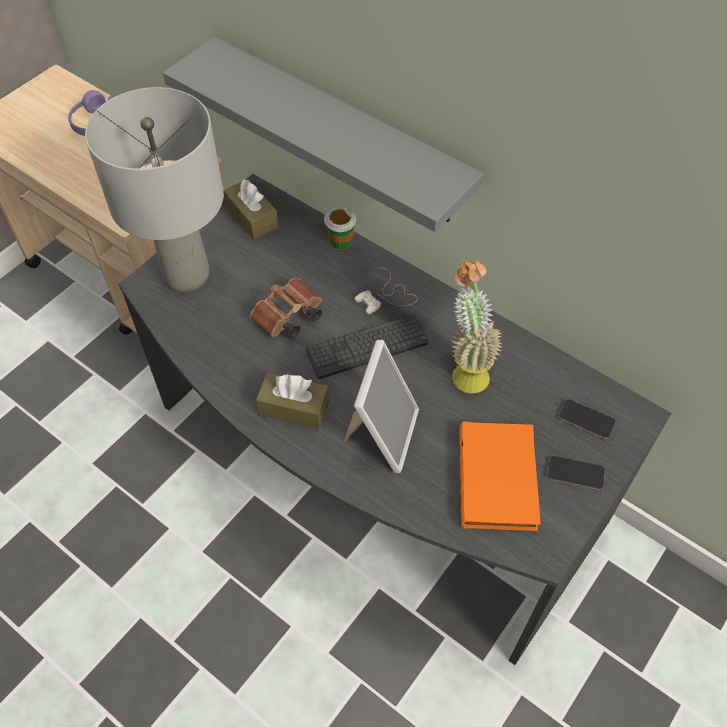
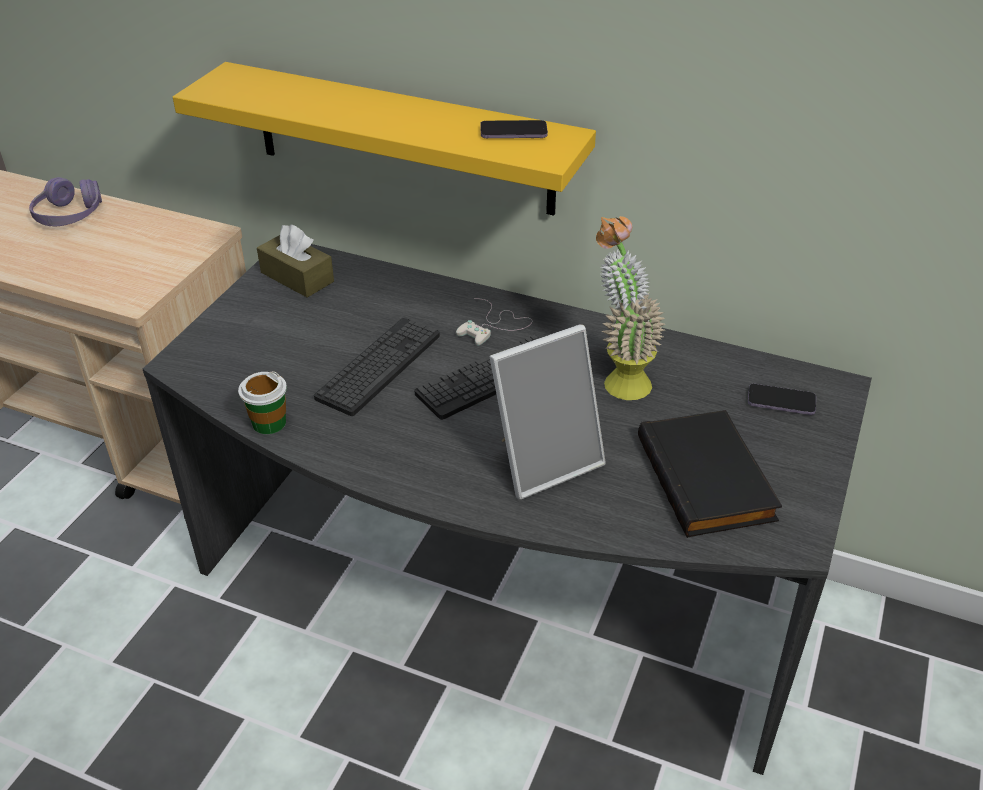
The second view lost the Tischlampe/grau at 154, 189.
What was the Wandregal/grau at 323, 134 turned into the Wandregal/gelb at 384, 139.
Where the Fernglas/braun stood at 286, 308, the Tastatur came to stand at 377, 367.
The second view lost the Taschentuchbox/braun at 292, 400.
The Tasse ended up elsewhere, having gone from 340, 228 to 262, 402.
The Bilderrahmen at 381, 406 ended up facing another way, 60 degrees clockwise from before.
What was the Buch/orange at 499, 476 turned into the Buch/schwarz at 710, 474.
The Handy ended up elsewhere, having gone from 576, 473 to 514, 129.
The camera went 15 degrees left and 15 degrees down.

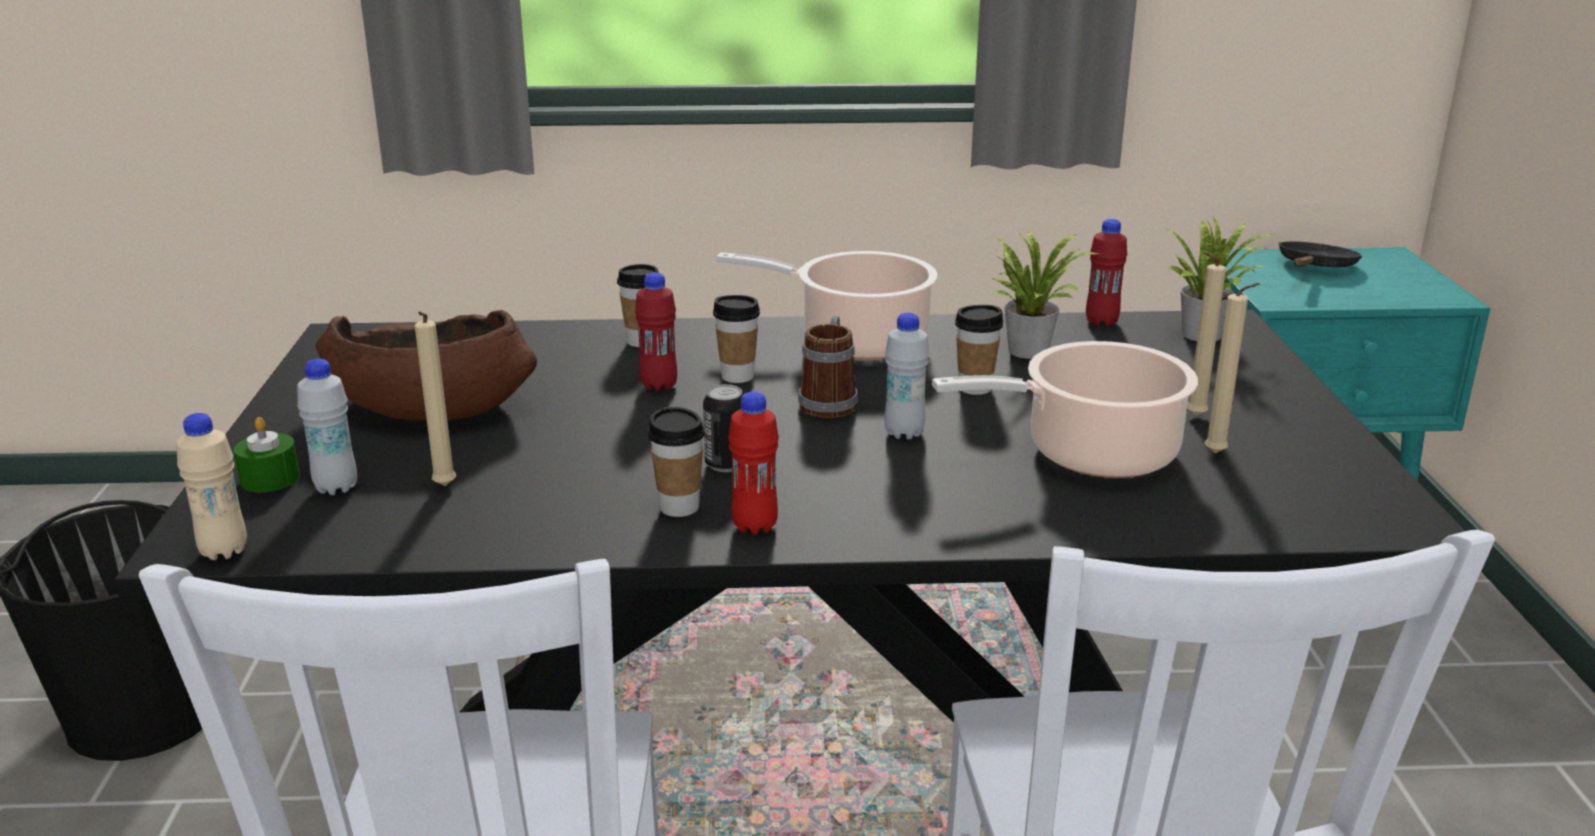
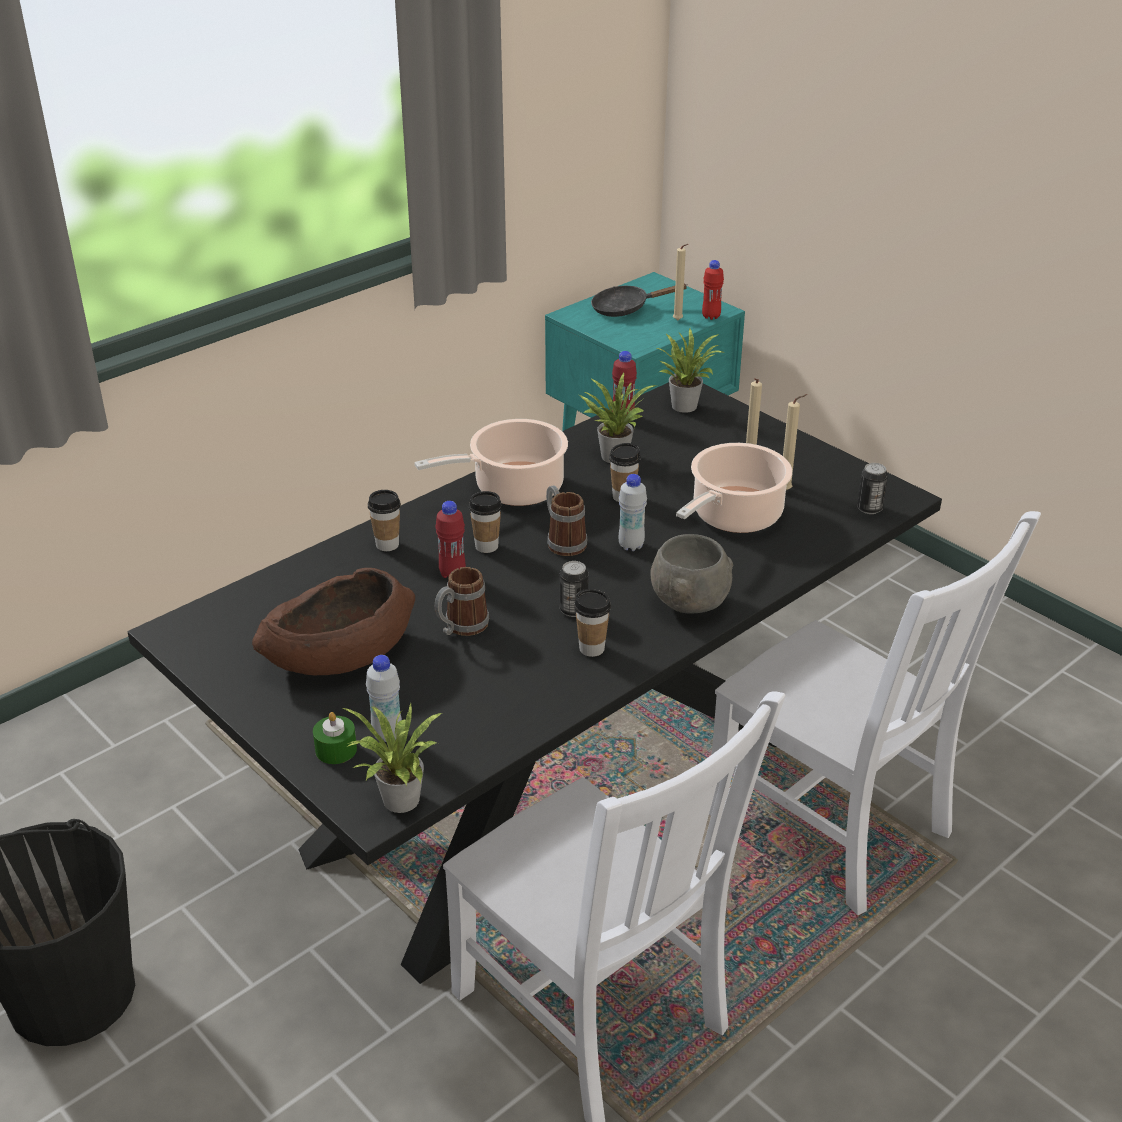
Where the Flasche/beige stood at 211, 486, the Topfpflanze came to stand at 391, 758.
The Kerze/beige ended up elsewhere, having gone from 435, 398 to 680, 282.
The Flasche/rot ended up elsewhere, having gone from 753, 463 to 713, 290.
The Pfanne/schwarz at 1320, 254 ended up facing another way, 90 degrees counterclockwise from before.
The second view gained the Henkelbecher at 462, 601.
The second view gained the Schüssel/grau at 691, 573.
The second view gained the Dose at 872, 488.
The camera went 40 degrees left and 10 degrees up.

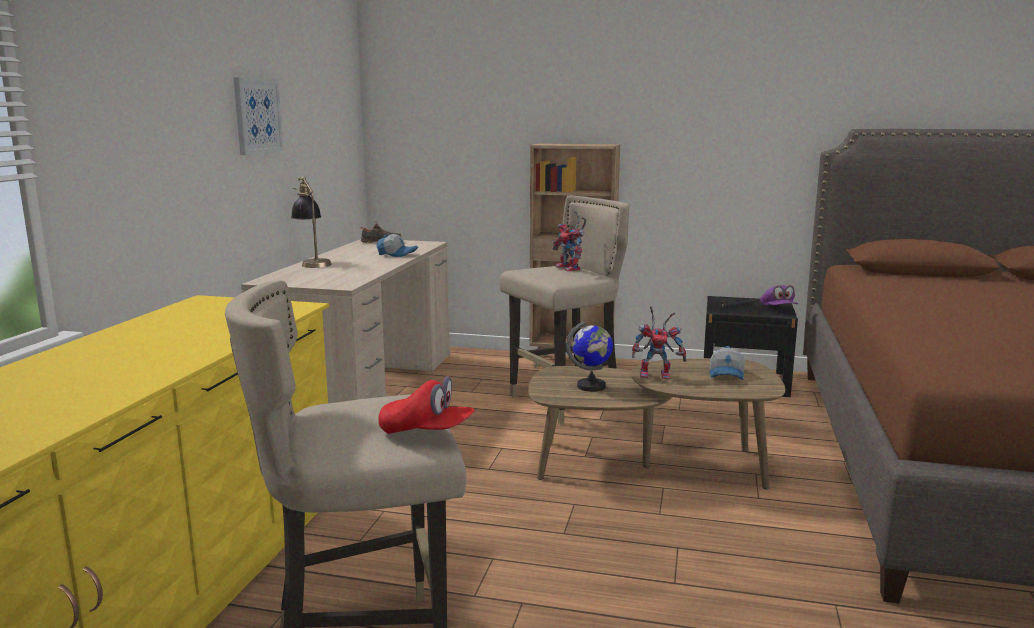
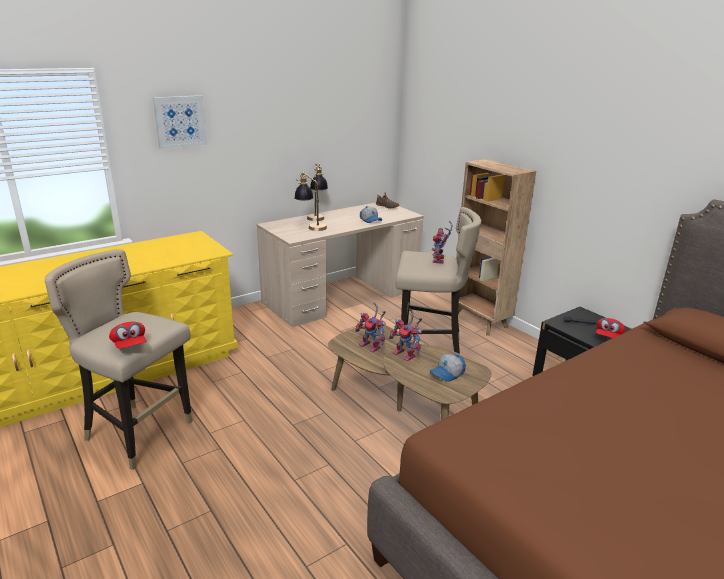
The Bild ended up elsewhere, having gone from 259, 116 to 180, 122.
Where the Globus stood at 589, 356, the Spielzeugroboter came to stand at 370, 327.
What was the Kappe/lila at 779, 295 turned into the Kappe/rot at 610, 328.
The second view gained the Tischlampe at 310, 201.
The camera went 40 degrees right and 10 degrees up.

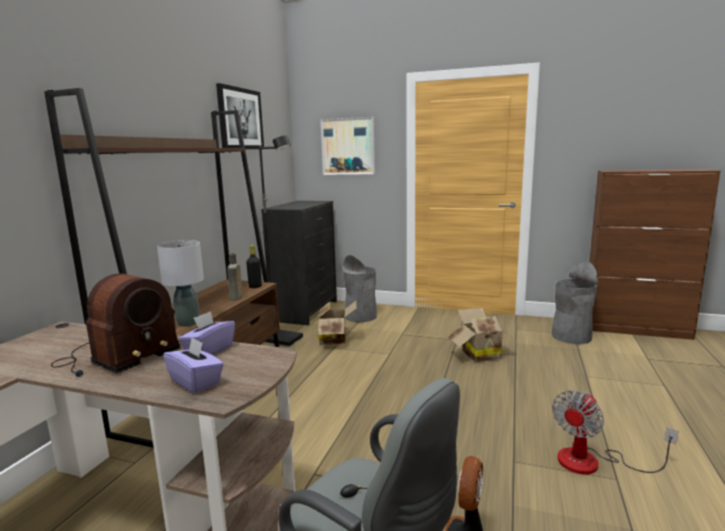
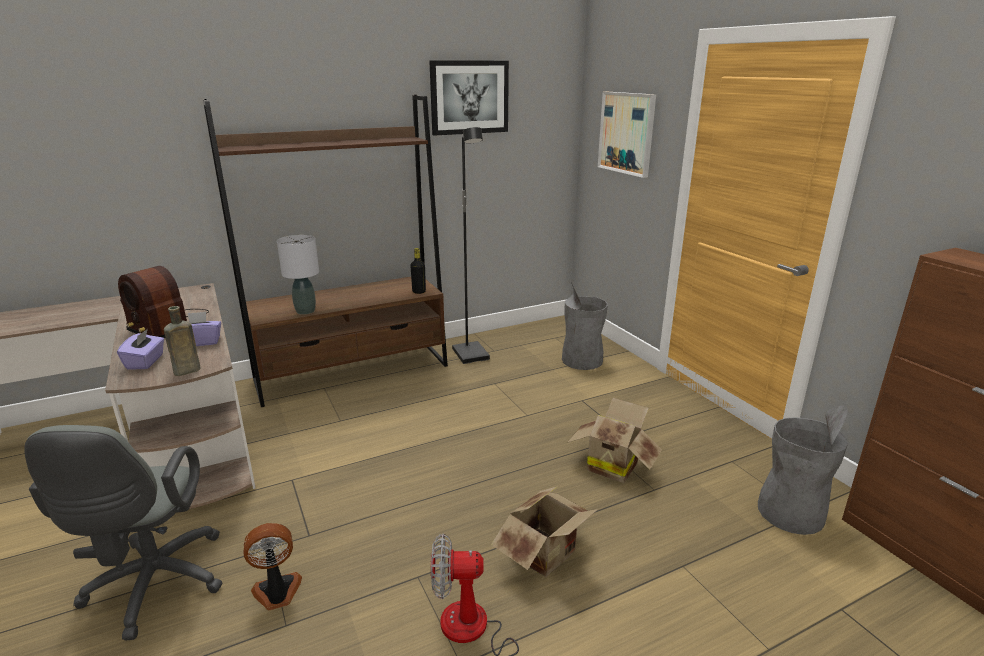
The Radio at 115, 325 ended up facing another way, 45 degrees clockwise from before.
The Flasche/braun ended up elsewhere, having gone from 234, 277 to 182, 341.
The second view lost the Kommode/schwarz at 299, 263.
The Karton ended up elsewhere, having gone from 337, 323 to 544, 531.
The camera went 45 degrees right and 10 degrees up.

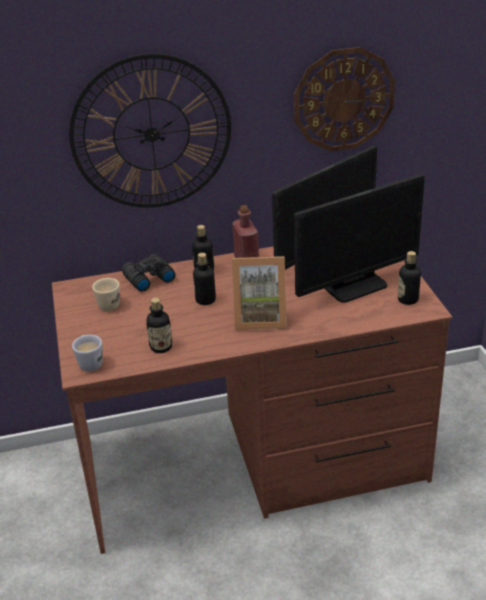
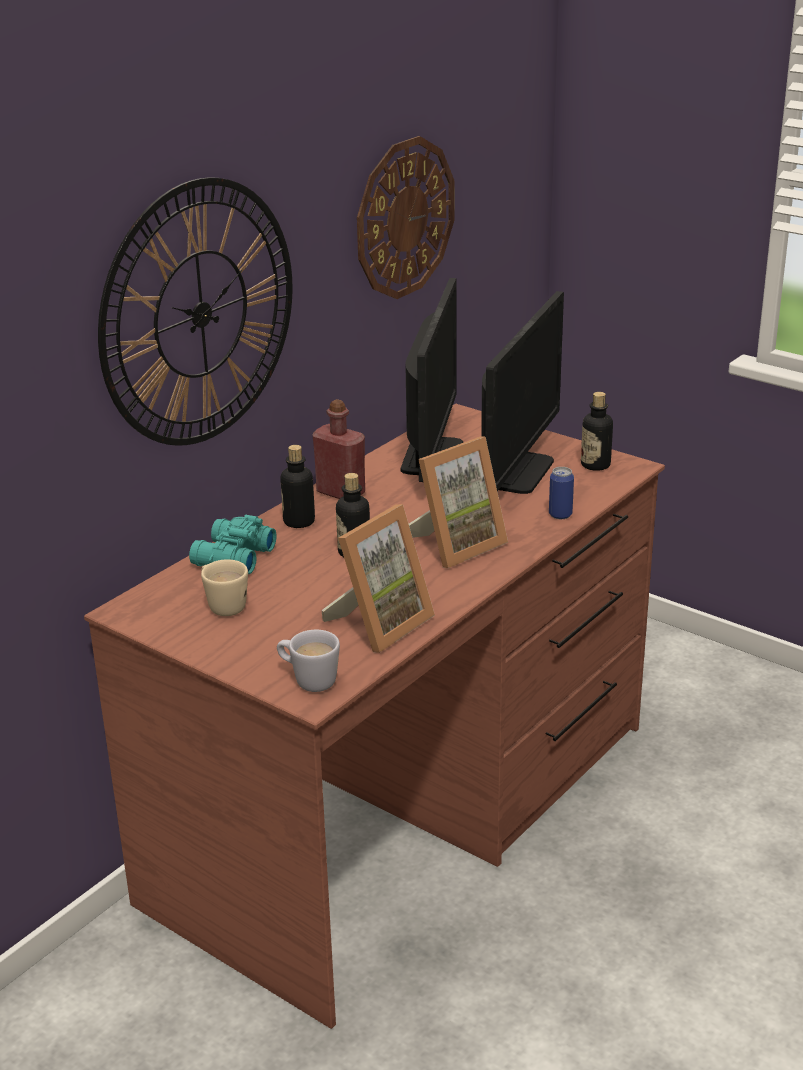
What was the Fernglas/schwarz at 148, 273 turned into the Fernglas/türkis at 232, 544.
Where the Flasche stood at 159, 325, the Bilderrahmen came to stand at 378, 578.
The second view gained the Dose at 561, 493.
The camera went 40 degrees left and 5 degrees down.

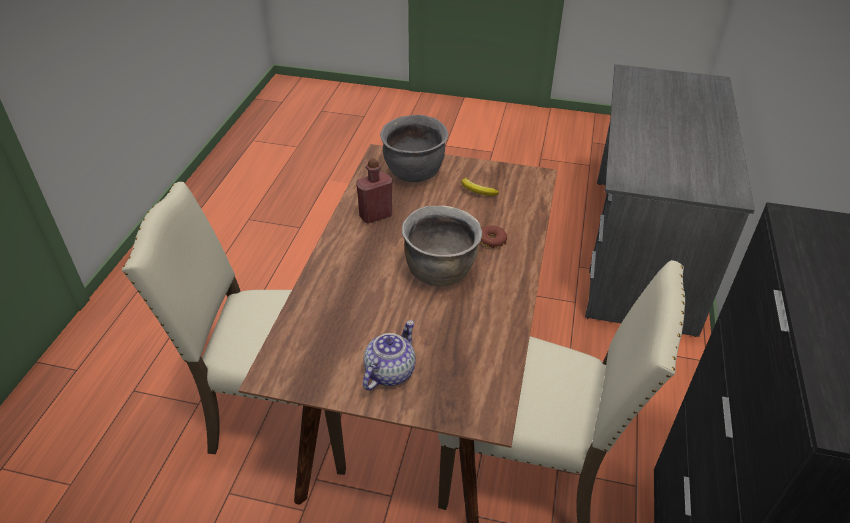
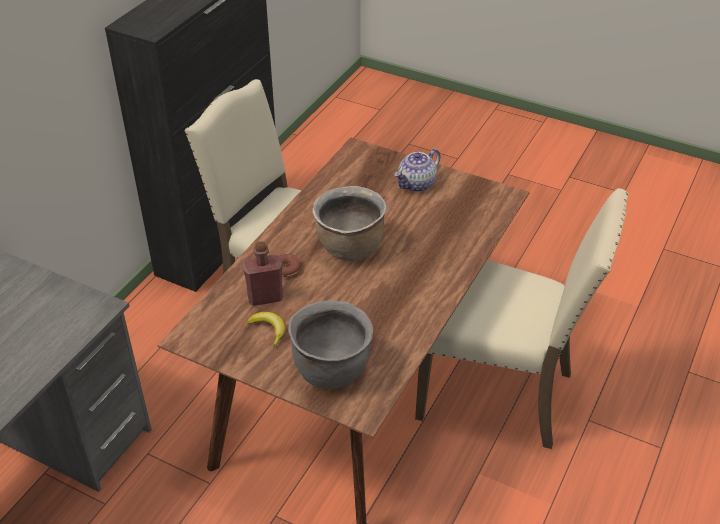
The Flasche/rot ended up elsewhere, having gone from 374, 191 to 262, 273.
The camera went 165 degrees left and 0 degrees up.

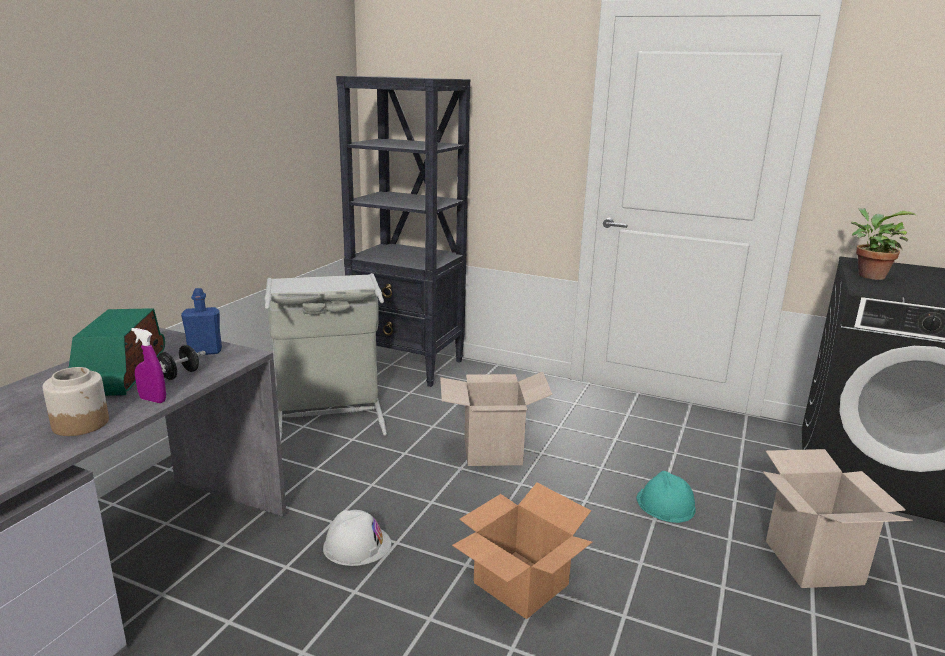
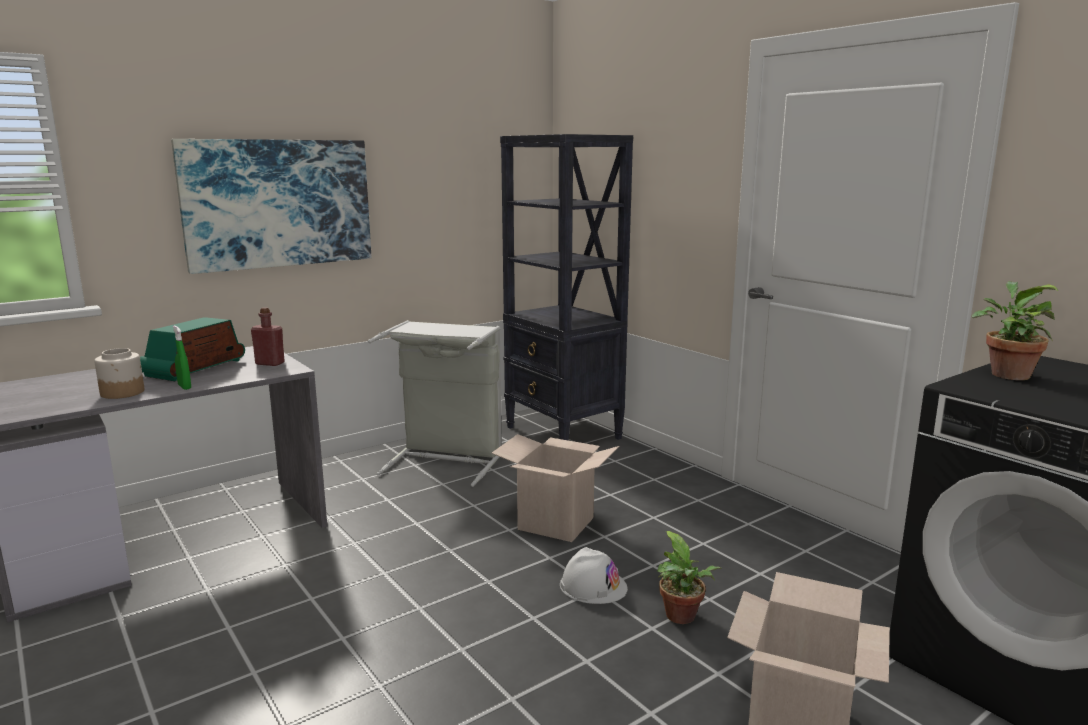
What was the Sprühflasche/lila at 148, 365 turned into the Sprühflasche/grün at 182, 357.
The second view lost the Hantel/schwarz at 182, 362.
What was the Flasche/blau at 201, 321 turned into the Flasche/rot at 268, 336.
The Schutzhelm/weiß ended up elsewhere, having gone from 357, 538 to 594, 575.
The second view lost the Karton at 522, 551.
Where the Schutzhelm/türkis stood at 666, 497, the Topfpflanze came to stand at 689, 577.
The second view gained the Bild at 271, 206.
The camera went 30 degrees right and 5 degrees down.

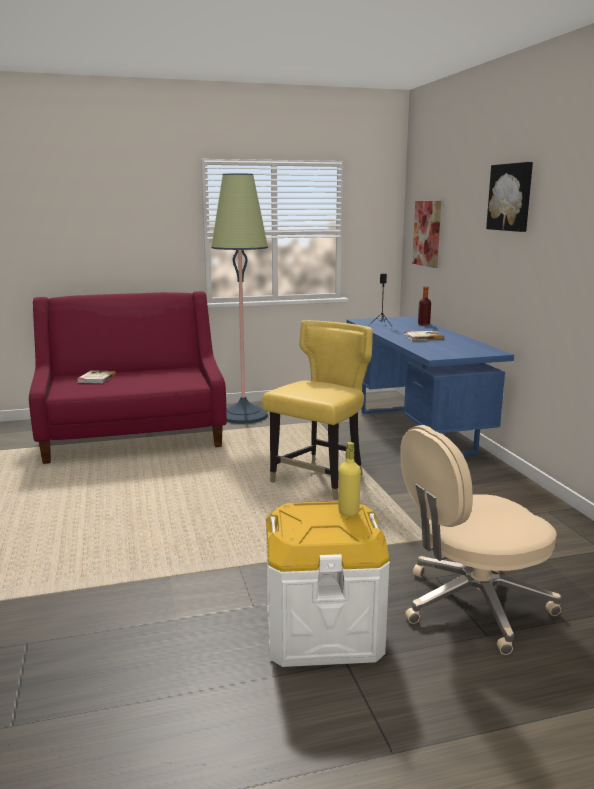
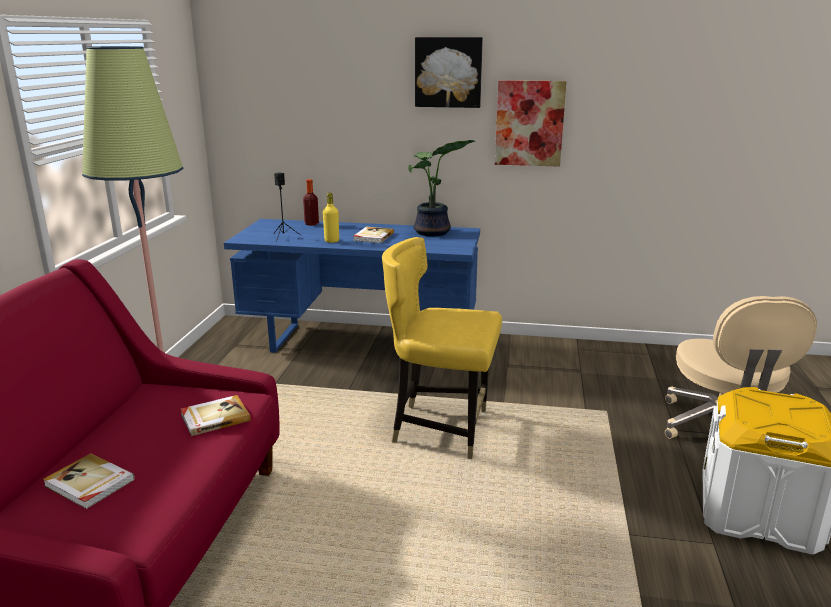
The Stuhl/gelb at 317, 410 ended up facing another way, 45 degrees counterclockwise from before.
The Flasche/gelb ended up elsewhere, having gone from 349, 479 to 331, 218.
The Bild ended up elsewhere, having gone from 426, 234 to 530, 123.
The second view gained the Buch at 216, 415.
The second view gained the Topfpflanze at 441, 188.
The camera went 65 degrees left and 5 degrees up.

